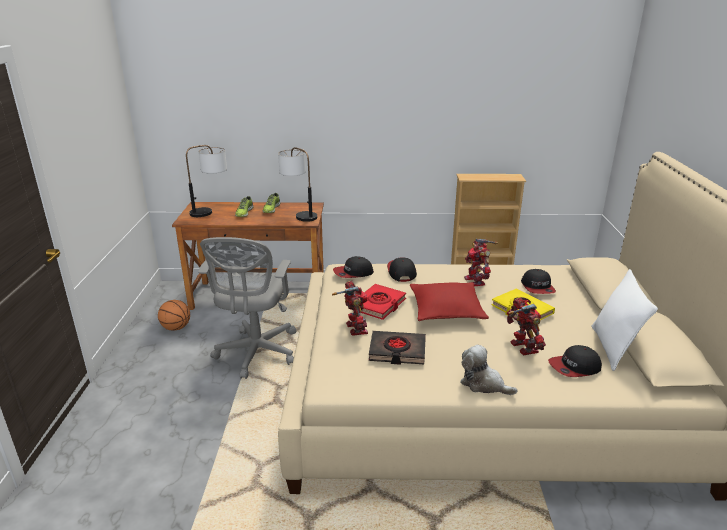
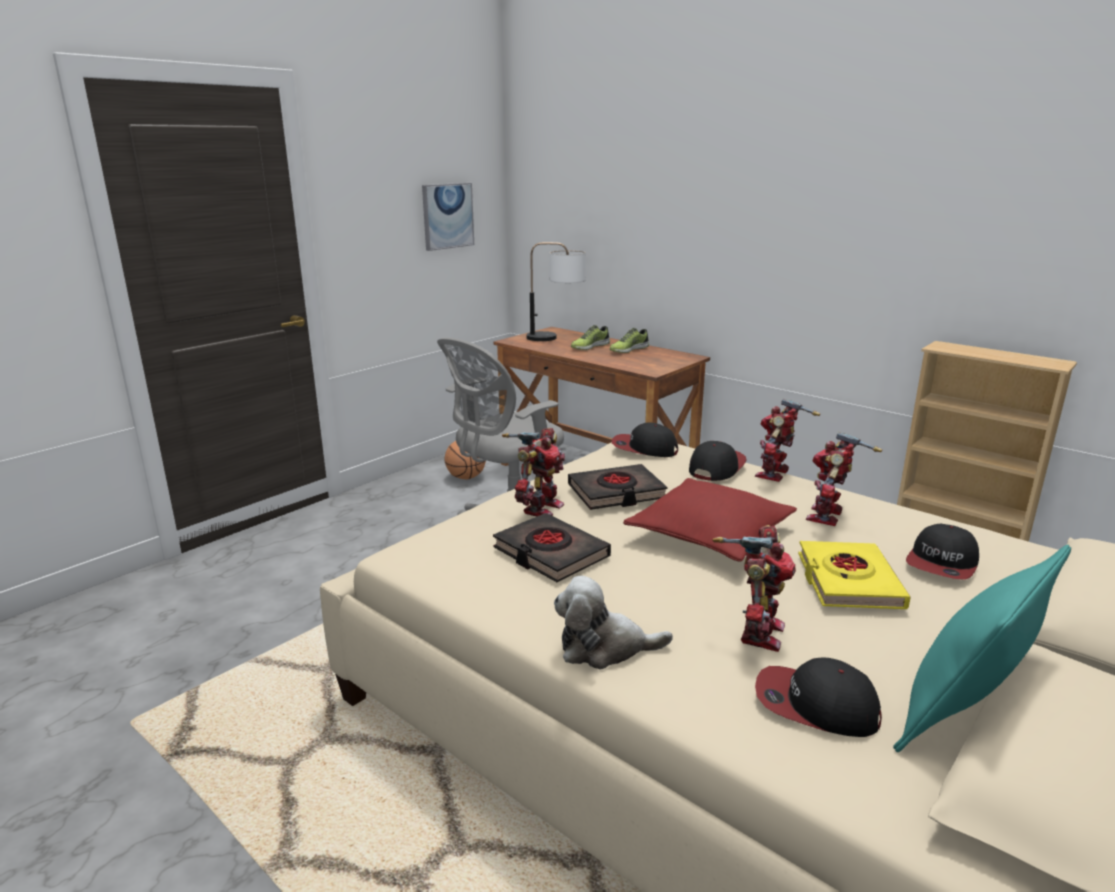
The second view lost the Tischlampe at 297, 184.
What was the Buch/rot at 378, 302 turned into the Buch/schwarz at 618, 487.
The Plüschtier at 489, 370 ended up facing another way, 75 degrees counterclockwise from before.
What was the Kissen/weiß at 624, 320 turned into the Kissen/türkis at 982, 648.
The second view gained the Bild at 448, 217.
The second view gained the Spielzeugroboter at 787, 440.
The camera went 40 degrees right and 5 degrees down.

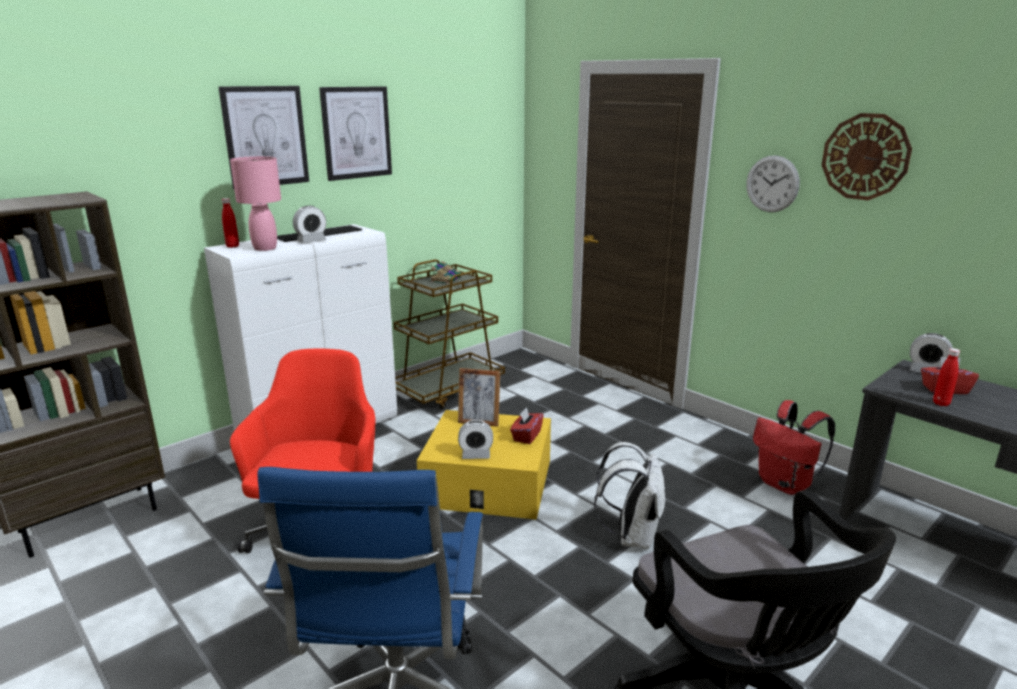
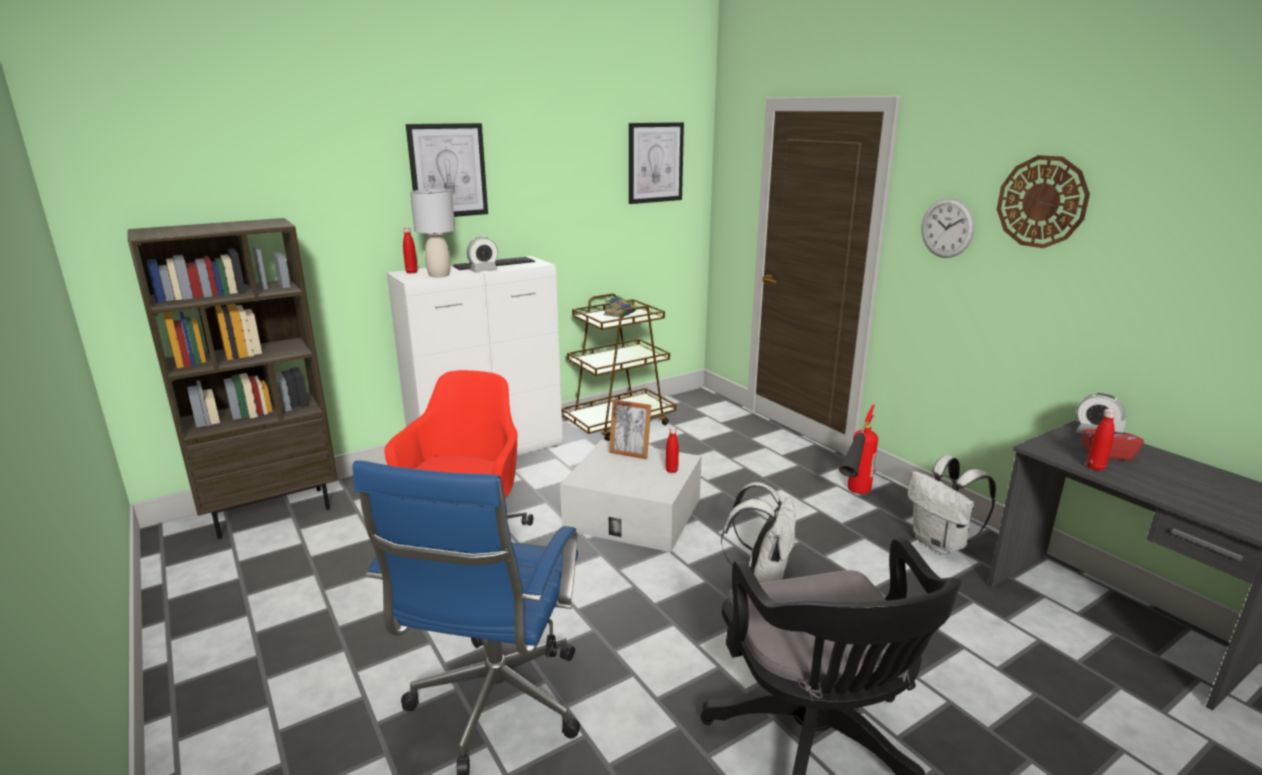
What was the Tischlampe/rosa at 255, 203 turned into the Tischlampe/grau at 432, 233.
The Bild ended up elsewhere, having gone from 355, 133 to 656, 163.
What was the Aufbewahrungsbox/gelb at 484, 465 turned into the Aufbewahrungsbox/weiß at 631, 496.
The second view lost the Wecker at 475, 439.
Where the Taschentuchbox/rot stood at 526, 425, the Flasche/rot came to stand at 672, 450.
What was the Rucksack/rot at 794, 447 turned into the Rucksack/weiß at 951, 505.
The second view gained the Feuerlöscher at 858, 449.
The camera went 10 degrees right and 0 degrees up.

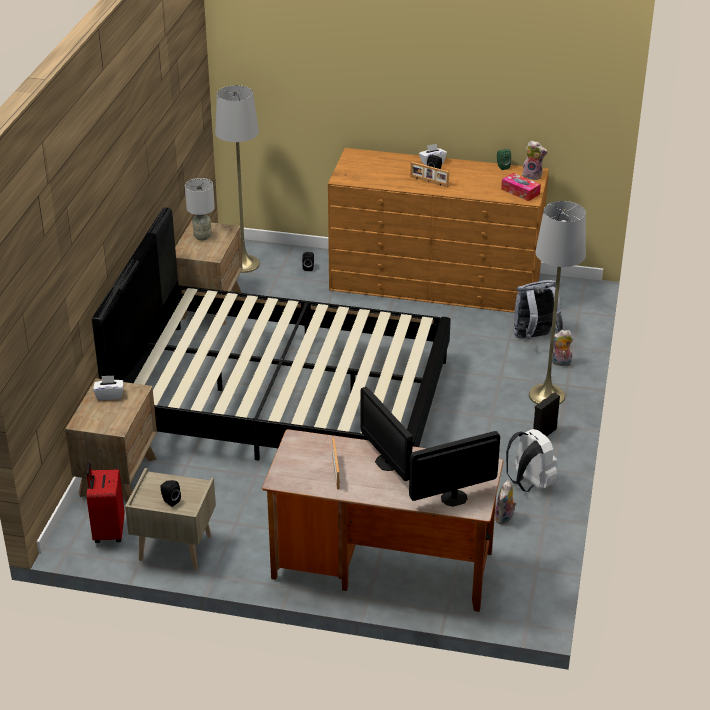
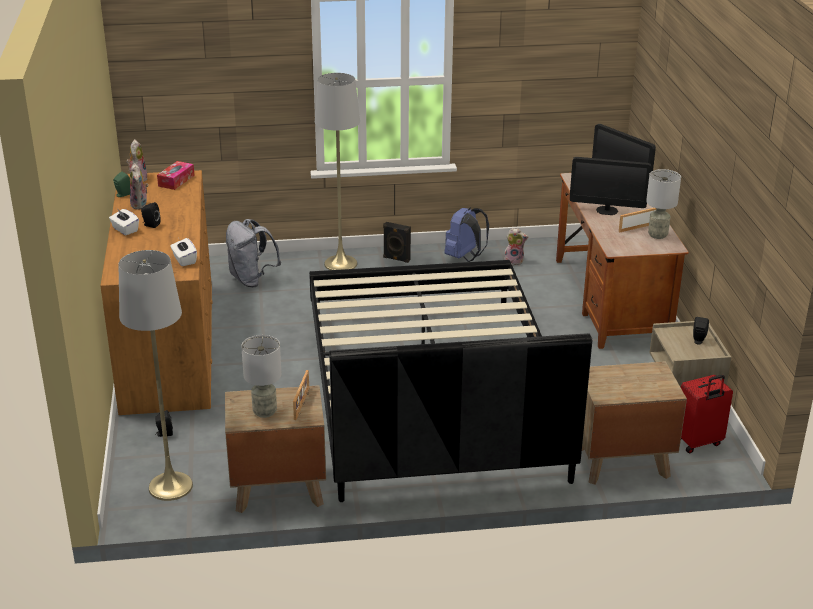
The Taschentuchbox/weiß ended up elsewhere, having gone from 108, 387 to 183, 252.
The Monitor at 387, 434 ended up facing another way, 60 degrees clockwise from before.
The Bilderrahmen ended up elsewhere, having gone from 429, 174 to 301, 395.
What was the Rucksack/weiß at 531, 460 turned into the Rucksack/blau at 466, 234.
The Plüschtier ended up elsewhere, having gone from 561, 348 to 139, 186.
The second view gained the Tischlampe/grau at 663, 204.
The camera went 110 degrees left and 5 degrees down.

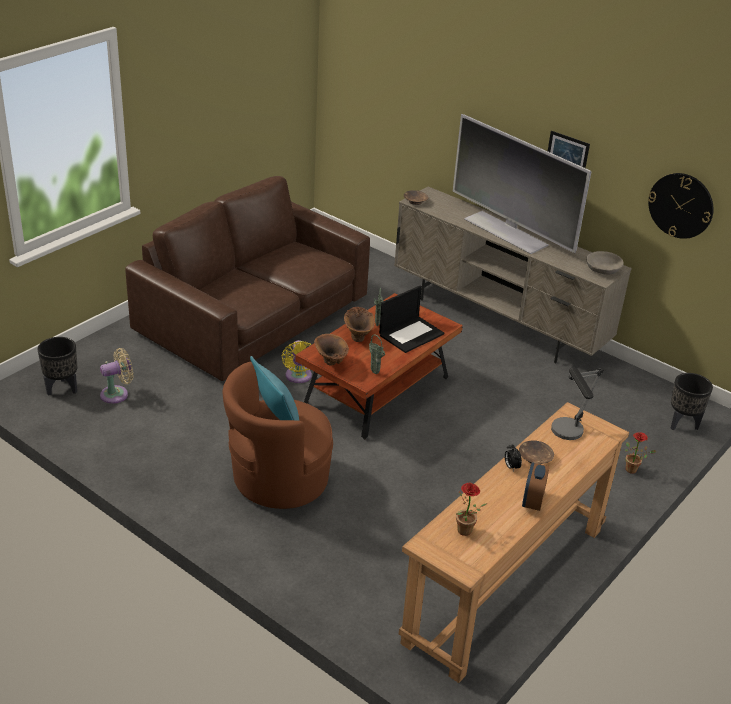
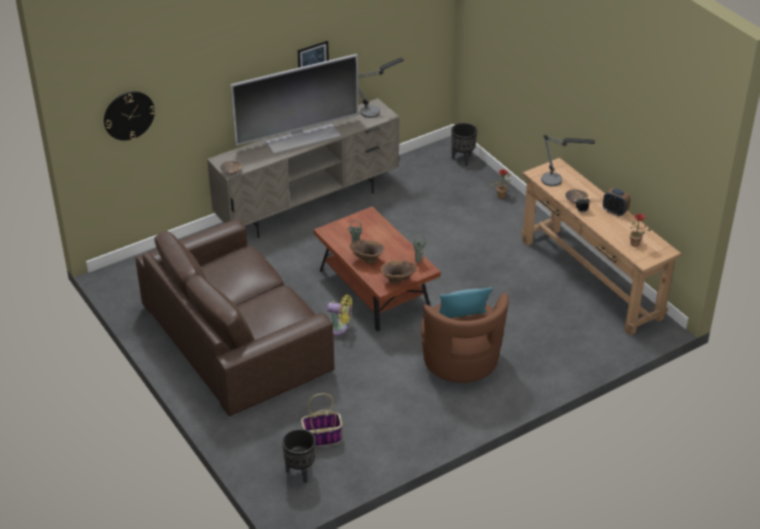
Where the Ventilator/beige stood at 117, 376, the Korb came to stand at 321, 420.
The second view lost the Laptop at 411, 319.
Where the Schüssel/grau stood at 605, 262, the Tischlampe came to stand at 381, 88.
The Wanduhr ended up elsewhere, having gone from 681, 206 to 129, 116.
The camera went 70 degrees left and 5 degrees up.

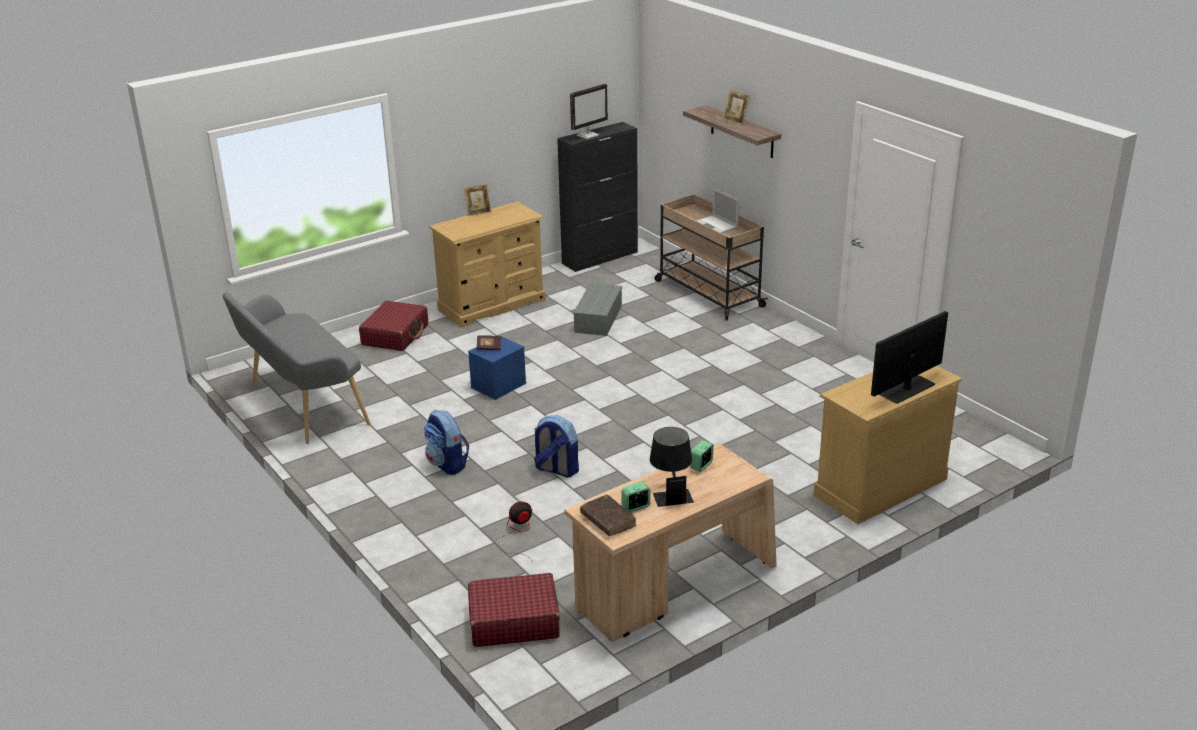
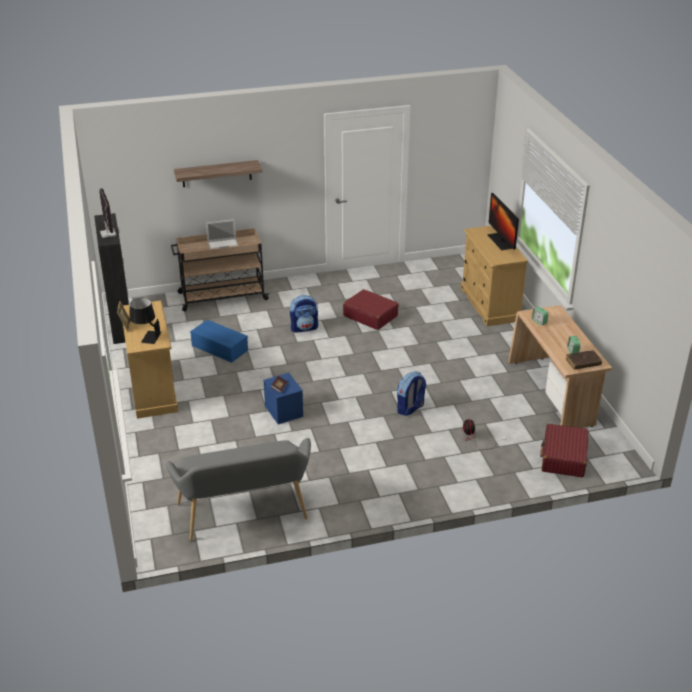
The Koffer/rot ended up elsewhere, having gone from 393, 326 to 371, 309.
The Rucksack ended up elsewhere, having gone from 446, 442 to 304, 314.
What was the Aufbewahrungsbox/grau at 597, 309 turned into the Aufbewahrungsbox/blau at 219, 341.
The Tischlampe/schwarz ended up elsewhere, having gone from 672, 467 to 145, 321.
The second view lost the Bilderrahmen at 736, 107.
The camera went 70 degrees left and 5 degrees up.

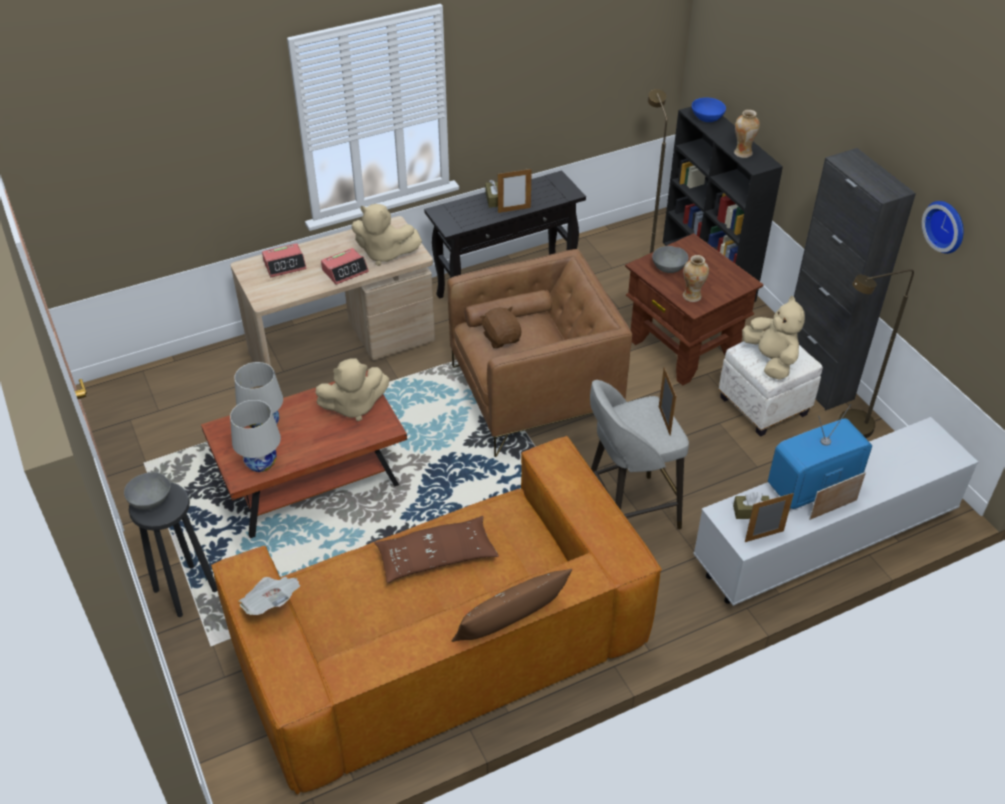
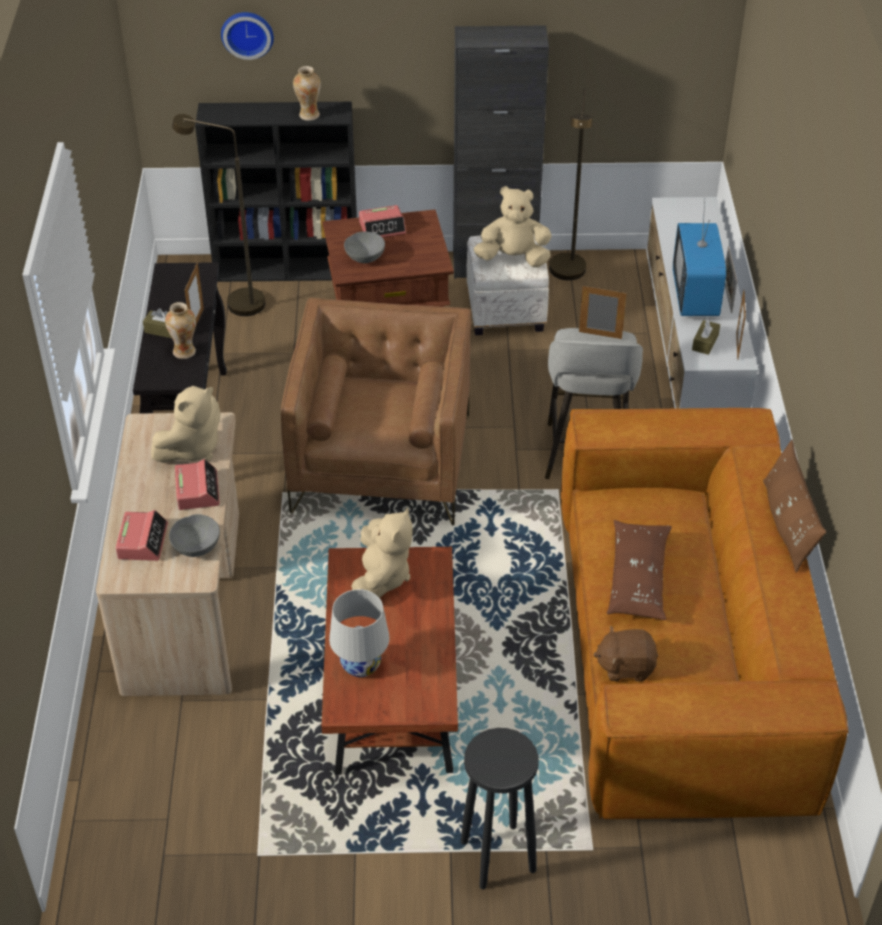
The Schüssel/grau ended up elsewhere, having gone from 147, 491 to 194, 535.
The second view lost the Tischlampe/weiß at 255, 436.
The second view lost the Zeitung at 269, 596.
The Plüschtier/braun ended up elsewhere, having gone from 500, 327 to 625, 653.
The Vase ended up elsewhere, having gone from 696, 278 to 180, 330.
The second view lost the Schüssel/blau at 709, 110.
The Wanduhr ended up elsewhere, having gone from 943, 227 to 247, 36.
The second view gained the Wecker at 382, 221.
The camera went 65 degrees left and 0 degrees up.

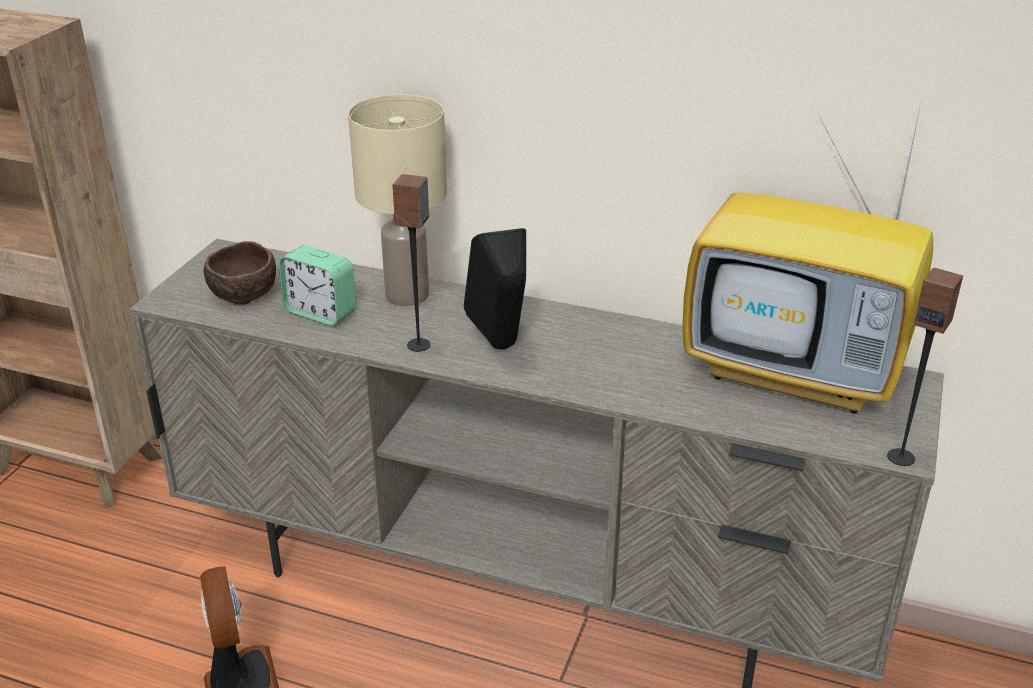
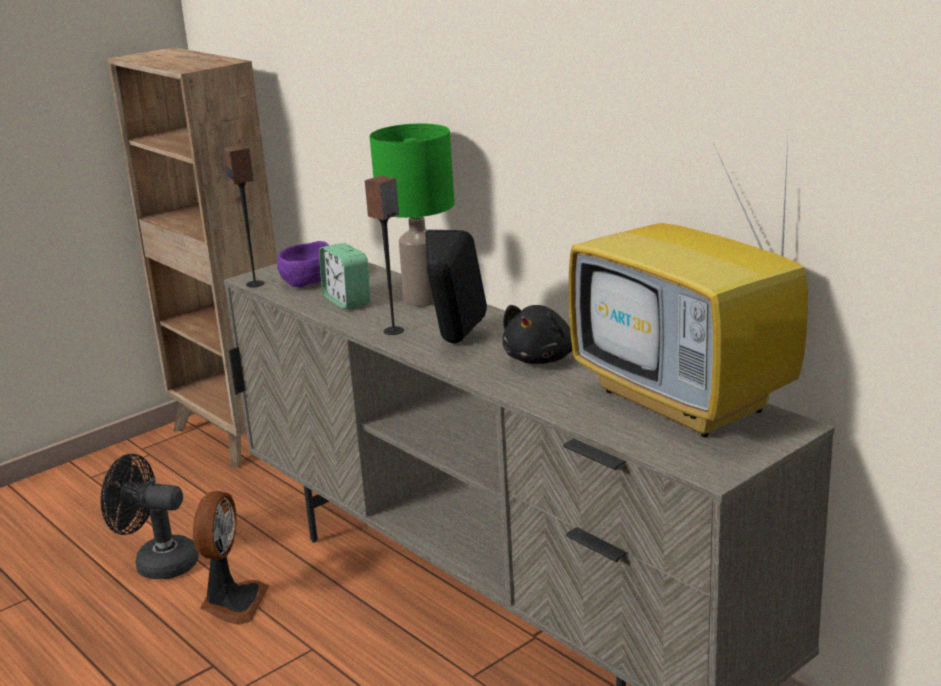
What was the Schüssel/braun at 240, 273 turned into the Schüssel/lila at 303, 264.
What was the Tischlampe/beige at 397, 200 turned into the Tischlampe/grün at 412, 215.
The Lautsprecher ended up elsewhere, having gone from 925, 366 to 244, 216.
The second view gained the Ventilator/schwarz at 150, 516.
The second view gained the Plüschtier/schwarz at 537, 334.
The camera went 30 degrees right and 10 degrees down.

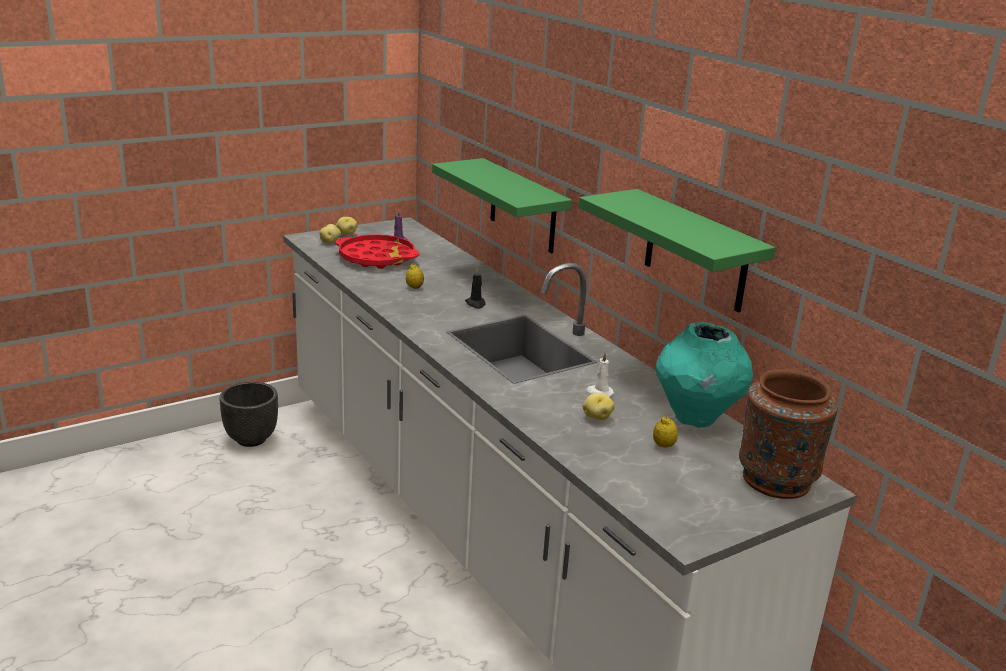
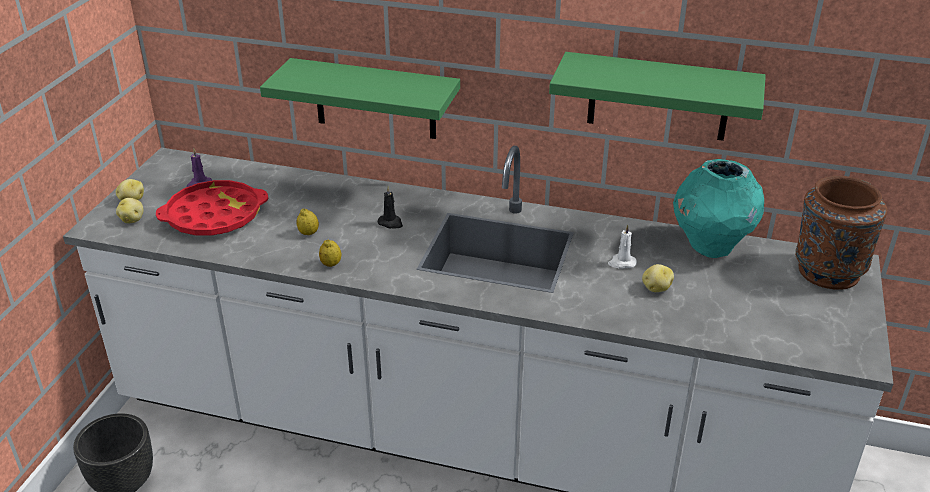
The Zitrone ended up elsewhere, having gone from 665, 432 to 330, 253.
The camera went 40 degrees left and 10 degrees up.

